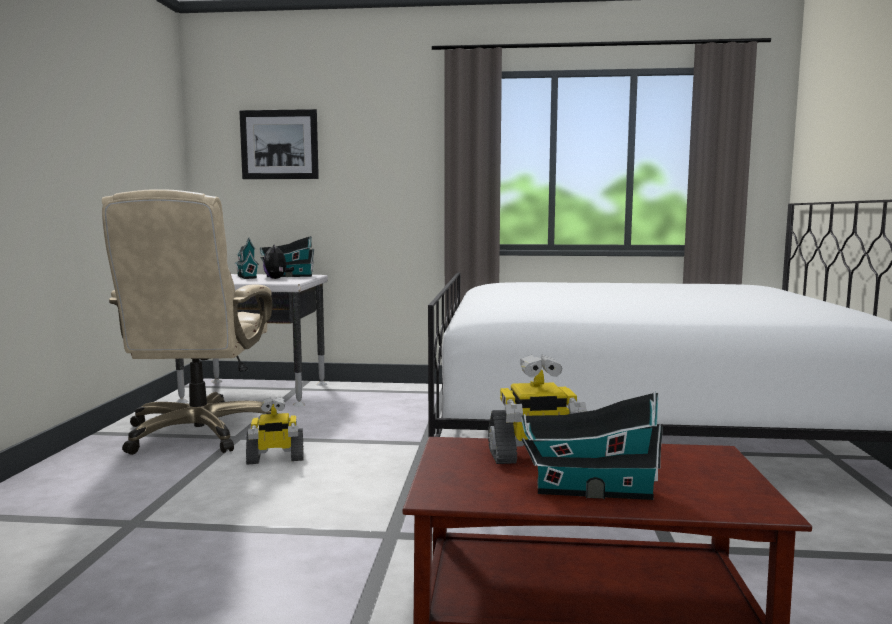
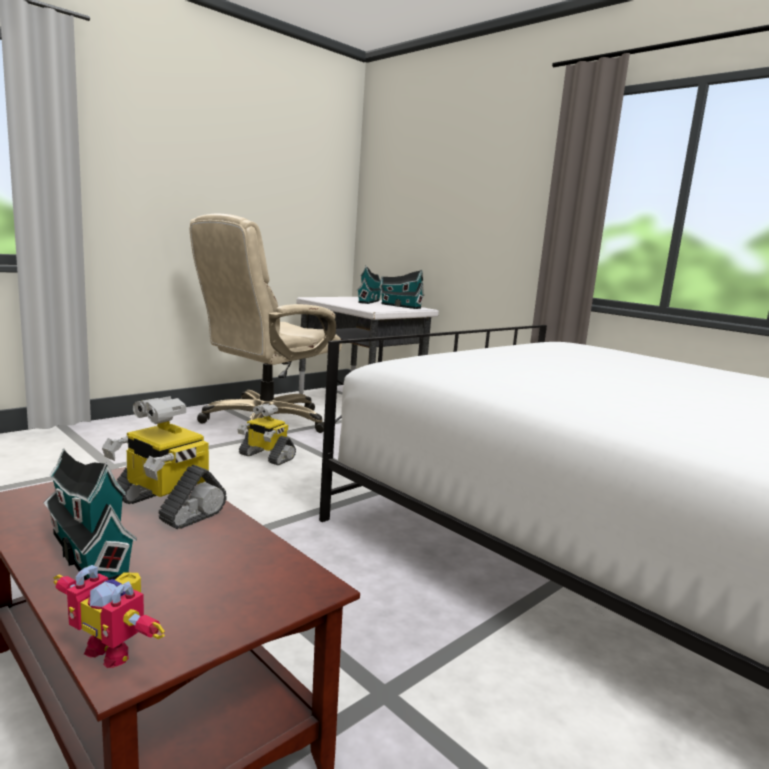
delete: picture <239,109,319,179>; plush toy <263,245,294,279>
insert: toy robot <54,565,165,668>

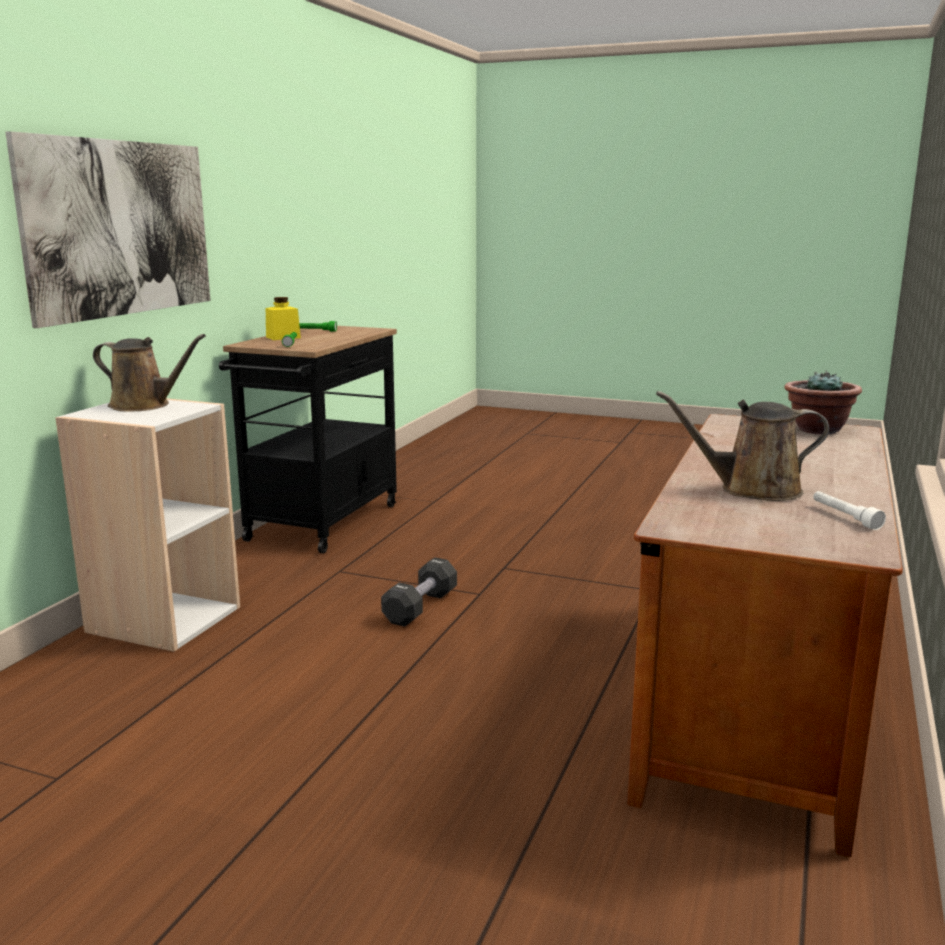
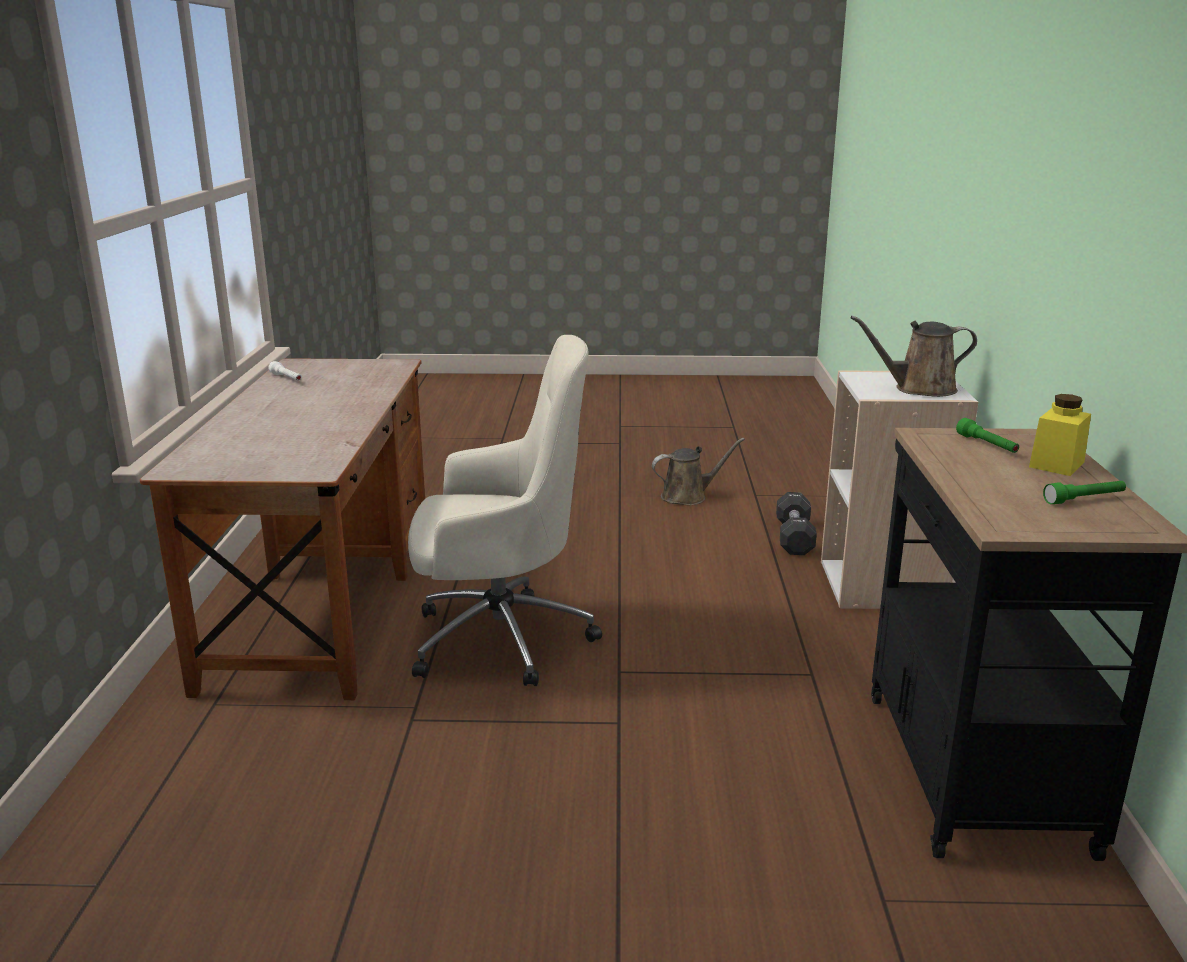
delete: picture <5,131,211,328>; potted plant <784,370,862,434>
insert: office chair (beige) <408,335,602,686>
move: dumbbell (black) <381,557,457,627> to <776,492,817,555>; watering can (brown) <656,391,829,501> to <652,438,745,505>

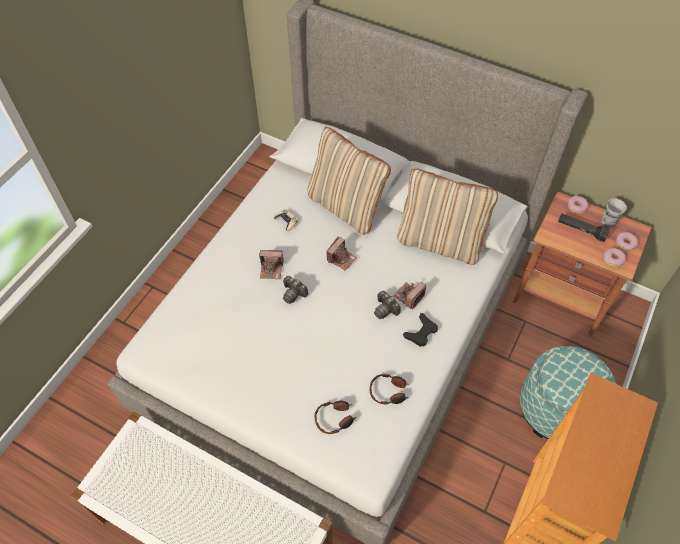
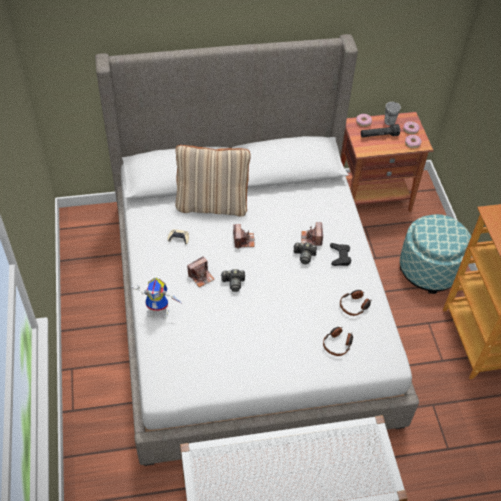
delete: pillow (beige) <397,169,498,265>
insert: toy robot <131,278,183,319>

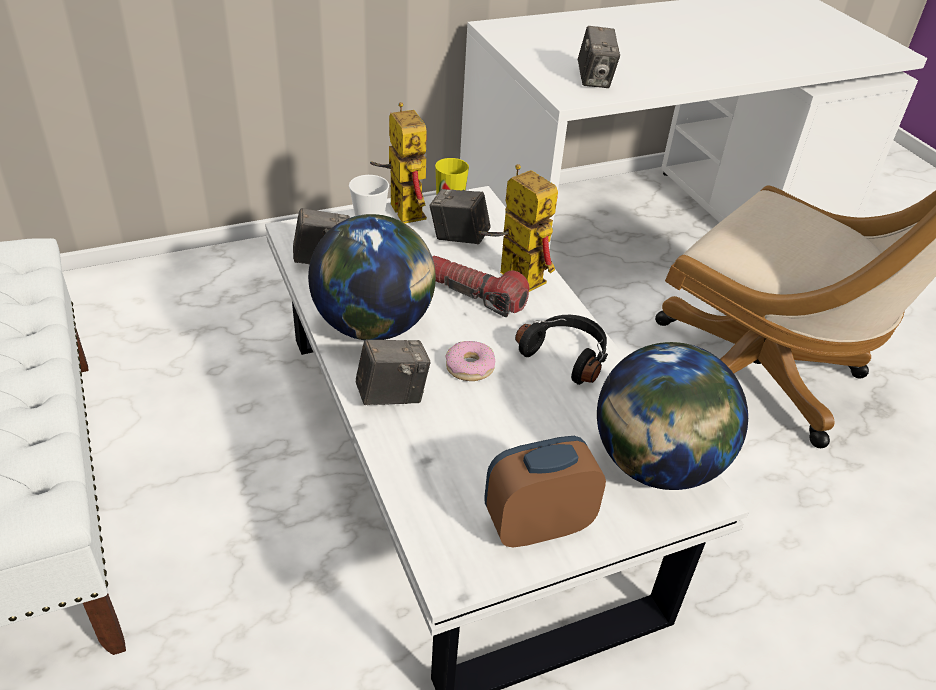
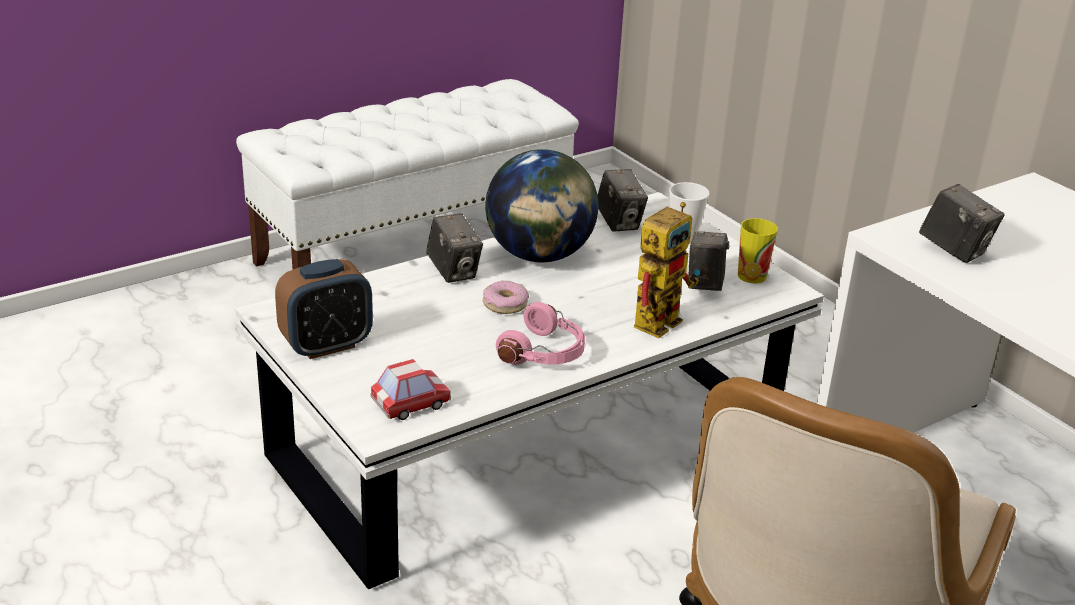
delete: toy robot <370,102,427,223>; flashlight <432,256,529,317>
replace: globe <597,342,748,490> to toy car <371,359,451,420>
recolor: headphones (black) <515,315,608,385> to headphones (pink) <496,302,585,365>
rotate: alarm clock <484,436,606,548> = <275,259,373,359> 90 degrees clockwise; photo camera <578,26,620,88> = <919,184,1005,263> 120 degrees counterclockwise

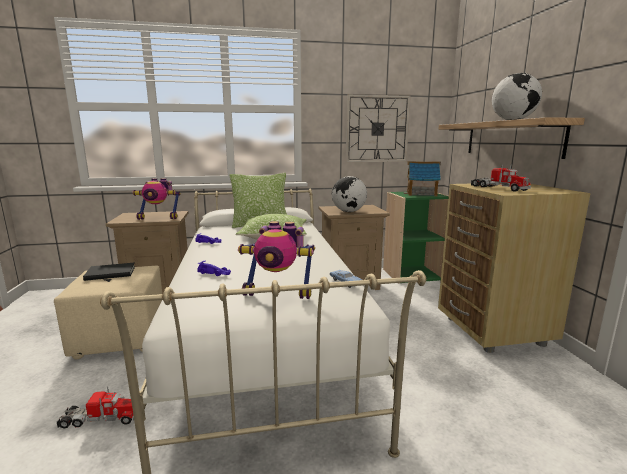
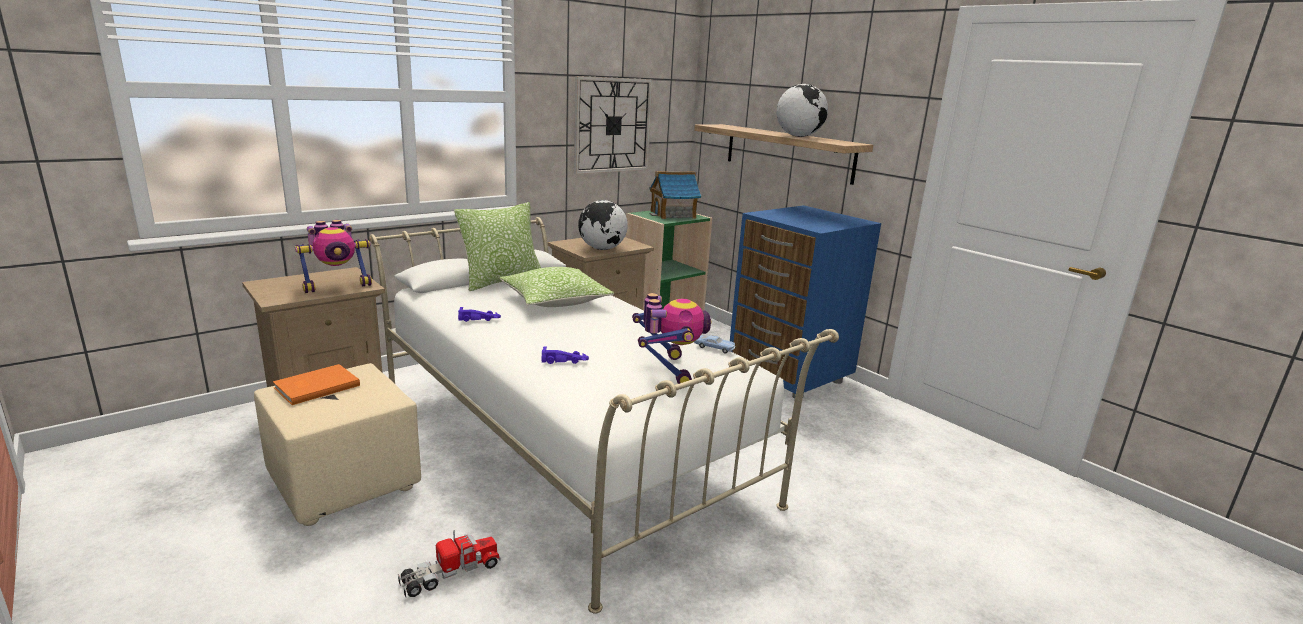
delete: toy truck <471,165,531,192>
recolor: book (black) <83,262,135,281> to book (orange) <273,364,360,405>; dresser (brown) <438,184,591,353> to dresser (blue) <730,205,881,399>
rotate: toy robot <238,221,315,299> = <632,293,712,384> 75 degrees counterclockwise

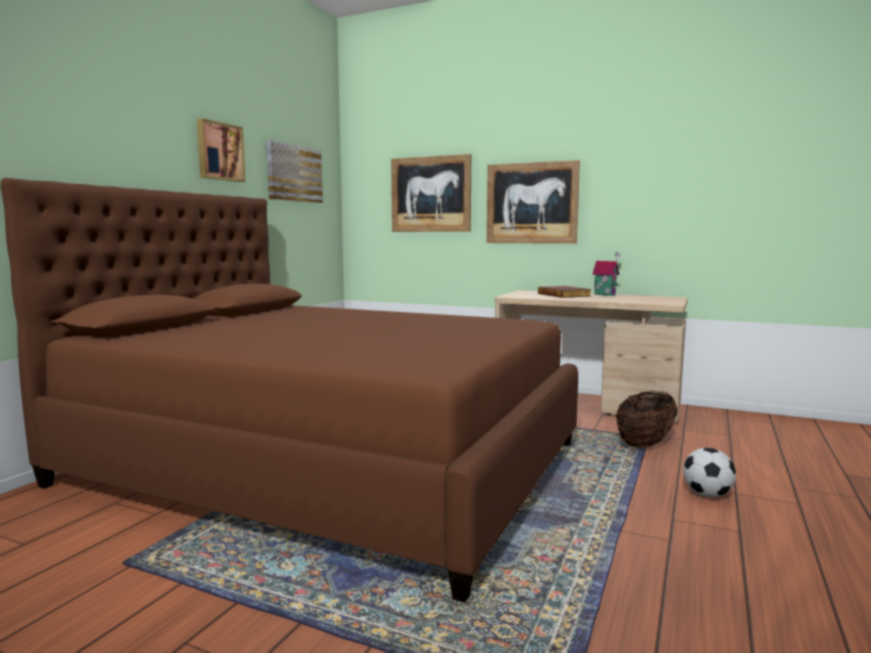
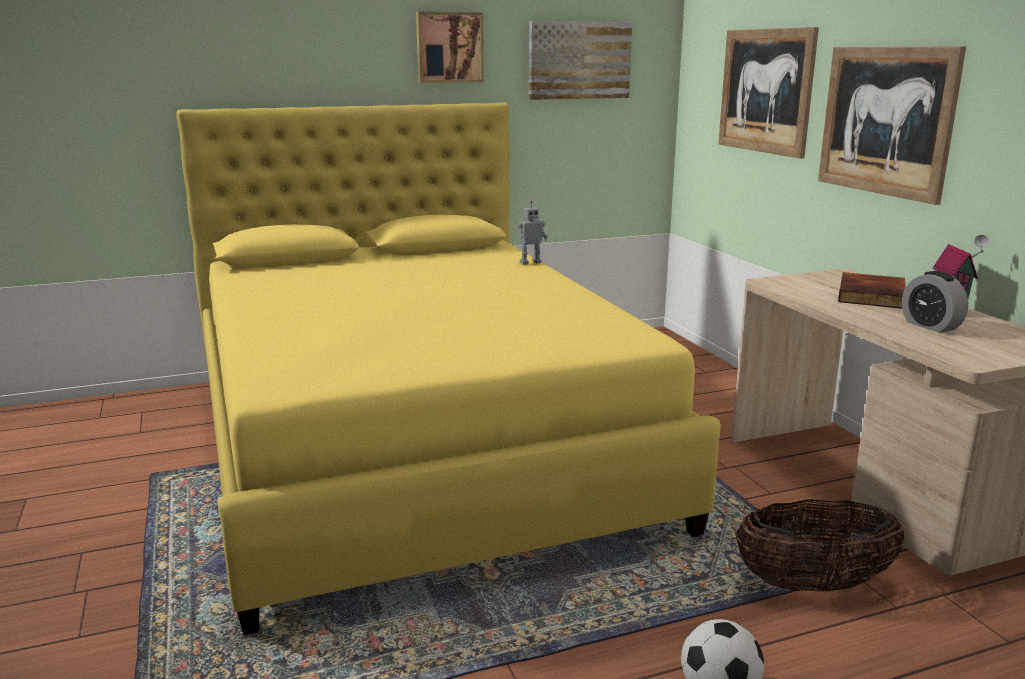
insert: toy robot <518,201,548,265>; alarm clock <902,271,968,333>
recolor: bed (brown) <1,178,578,603> to bed (yellow) <176,102,721,635>

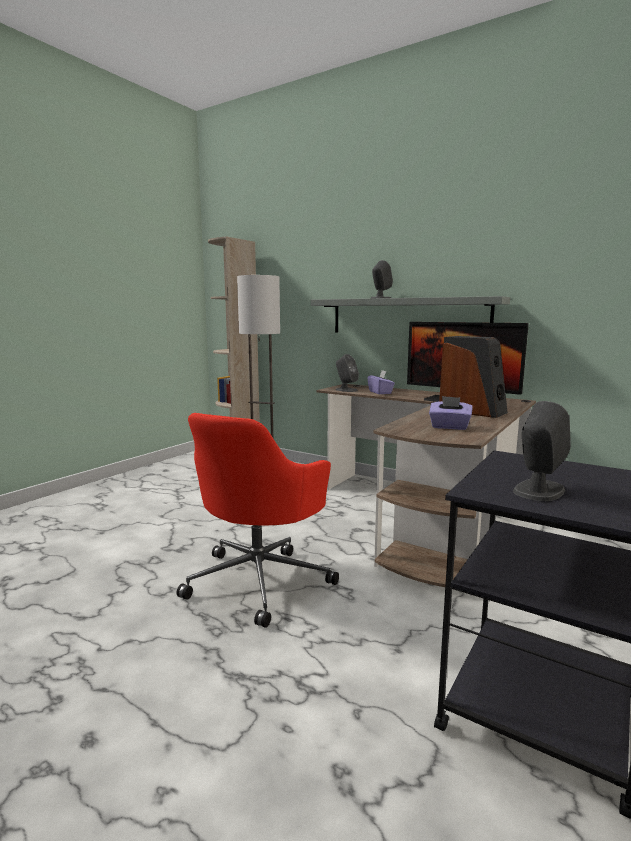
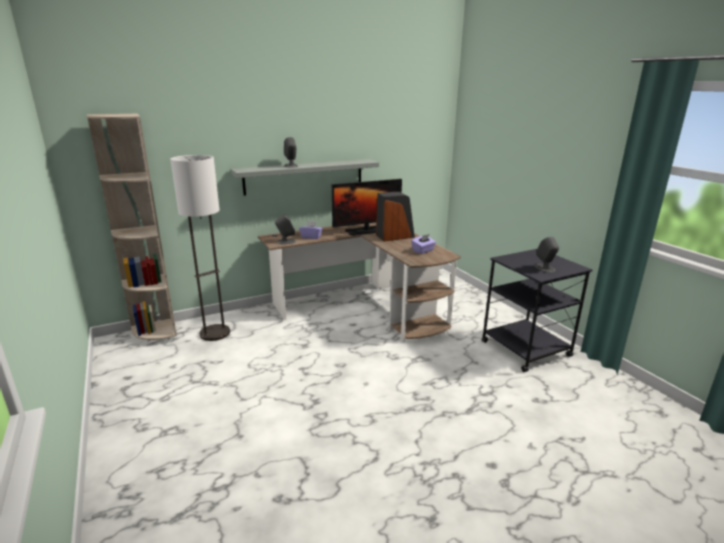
delete: office chair (red) <177,413,339,628>

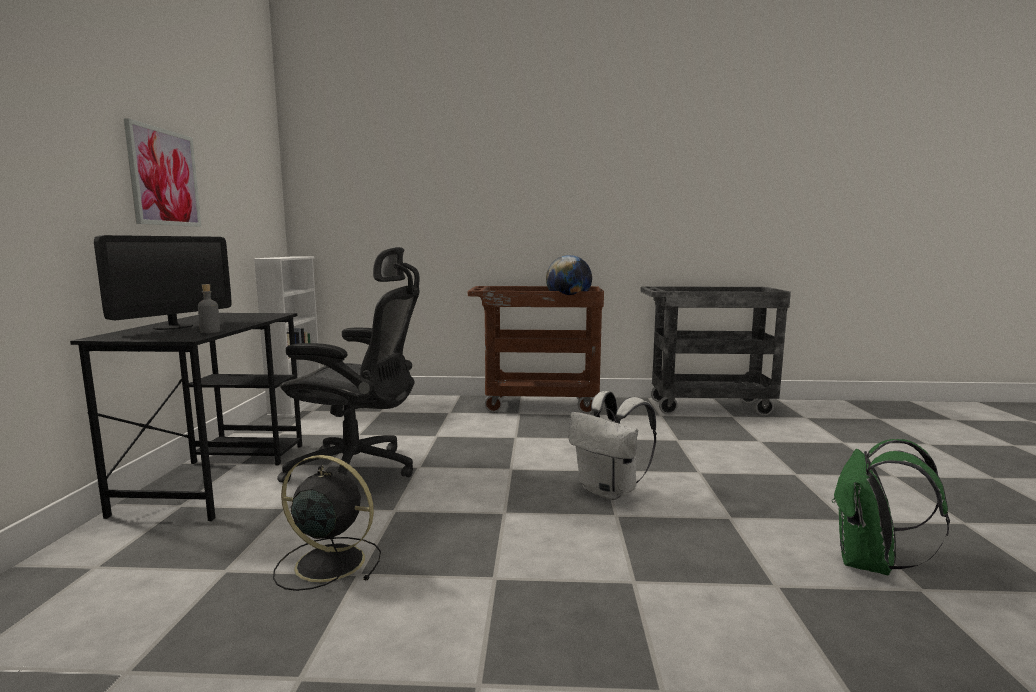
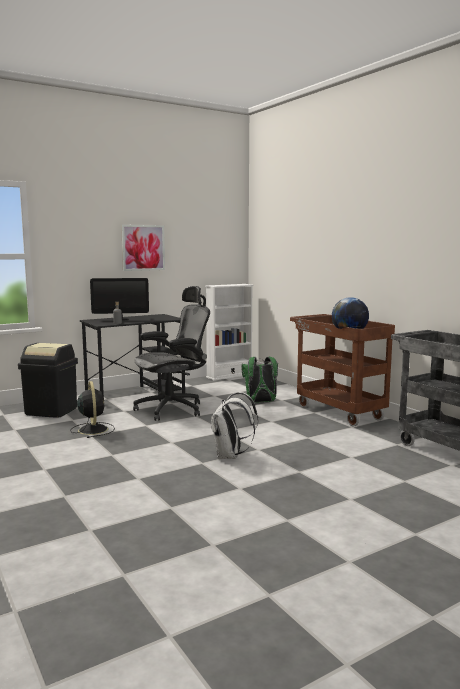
insert: trash can (black) <18,343,78,418>
move: backpack (green) <832,439,950,575> to <241,357,278,403>
rotate: office chair <277,247,420,482> = <133,286,210,421> 105 degrees counterclockwise

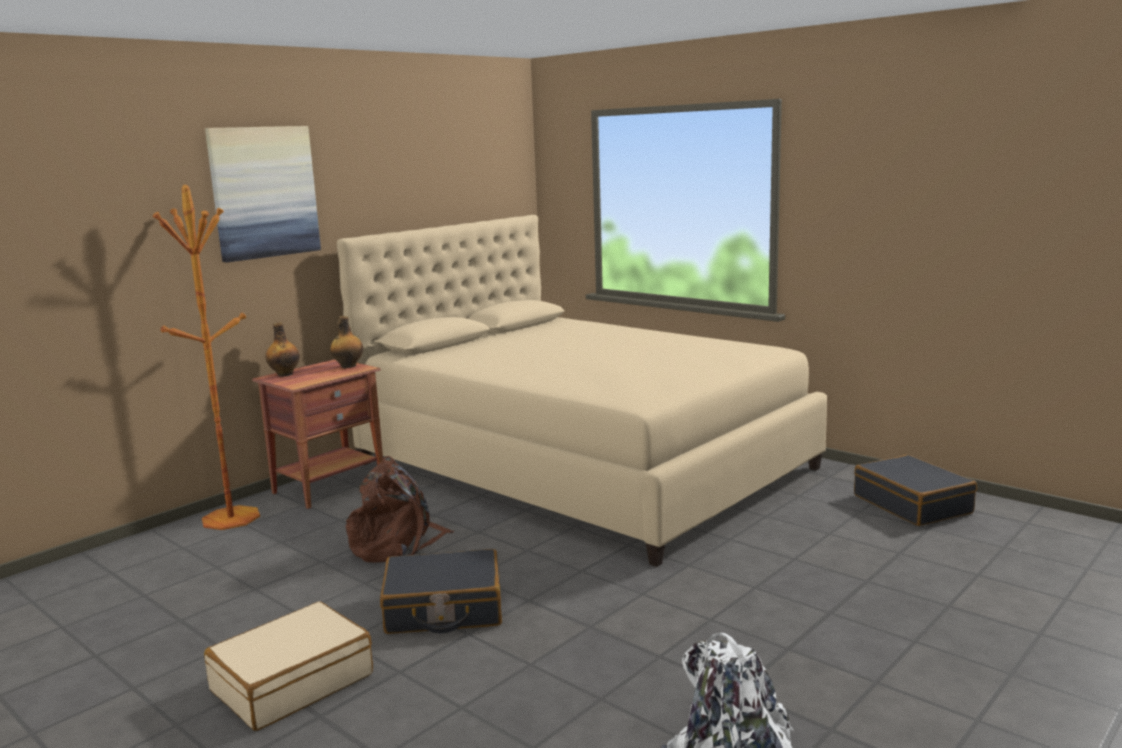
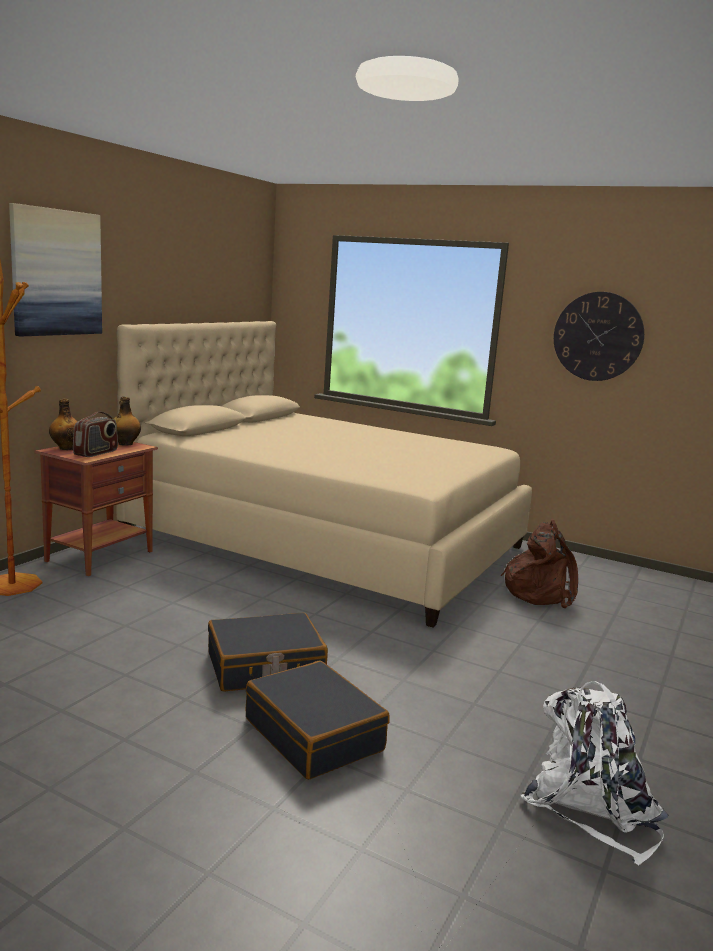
delete: suitcase (beige) <204,601,373,731>
insert: radio <73,411,118,457>; wall clock <554,292,644,381>
move: backpack (brown) <346,456,455,562> to <501,519,578,608>; suitcase (black) <854,455,977,526> to <246,661,390,779>

